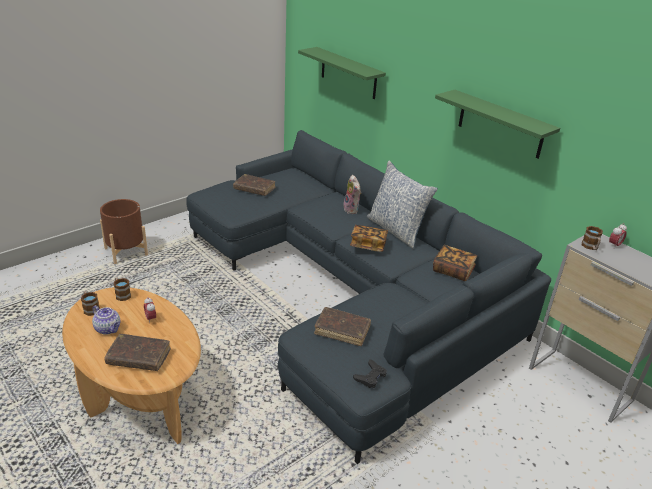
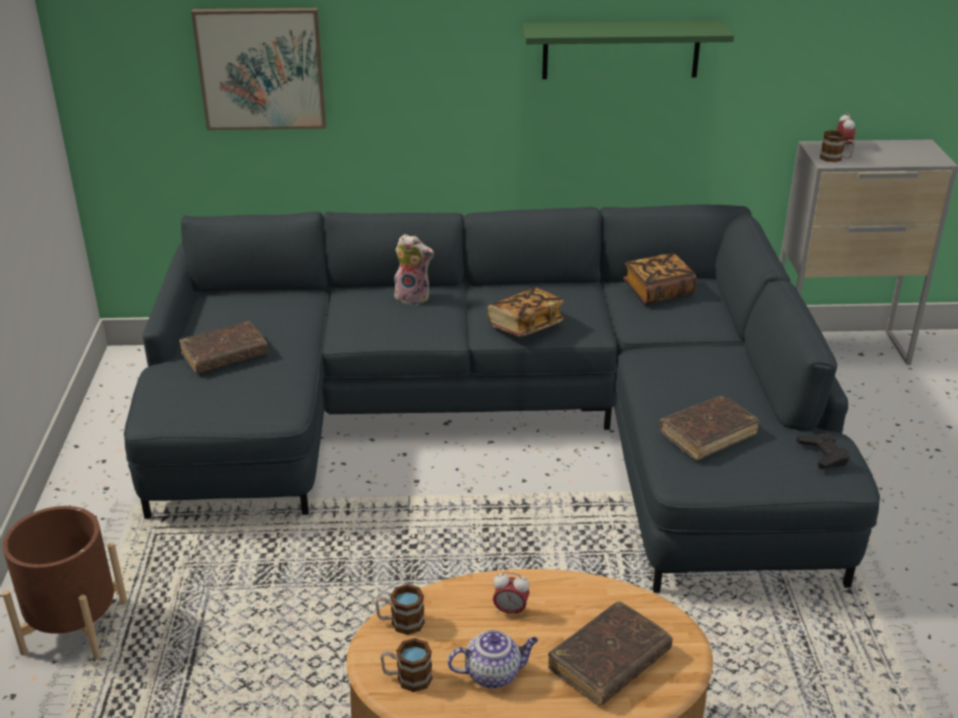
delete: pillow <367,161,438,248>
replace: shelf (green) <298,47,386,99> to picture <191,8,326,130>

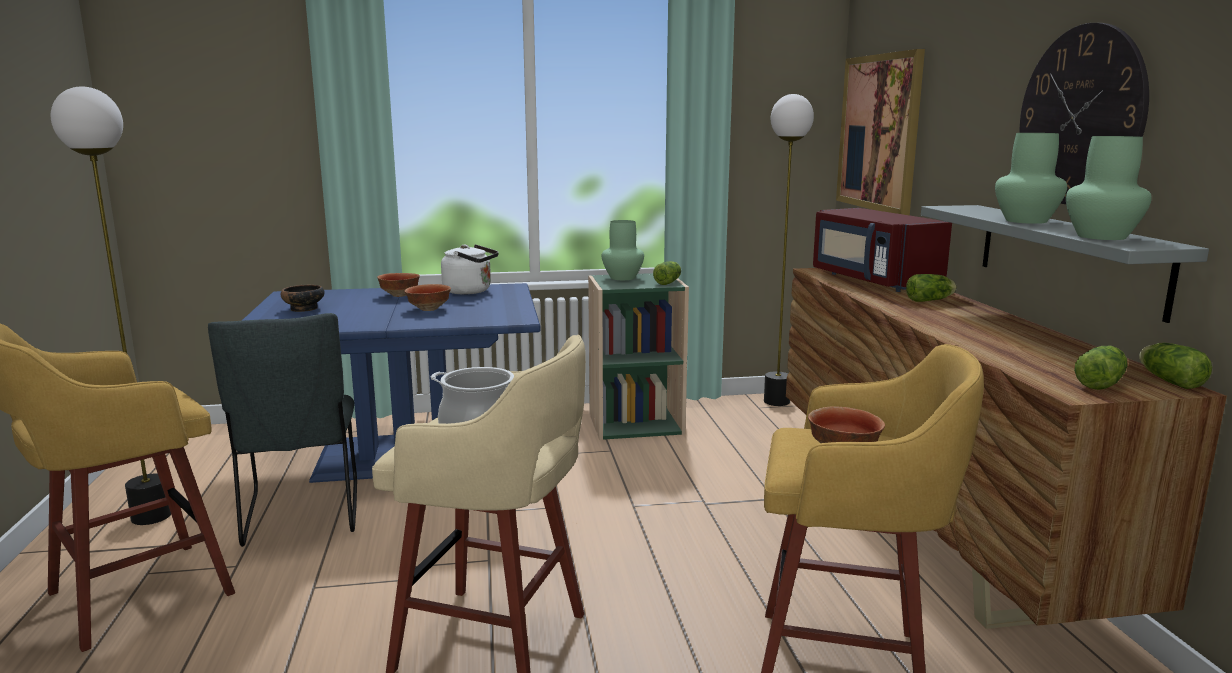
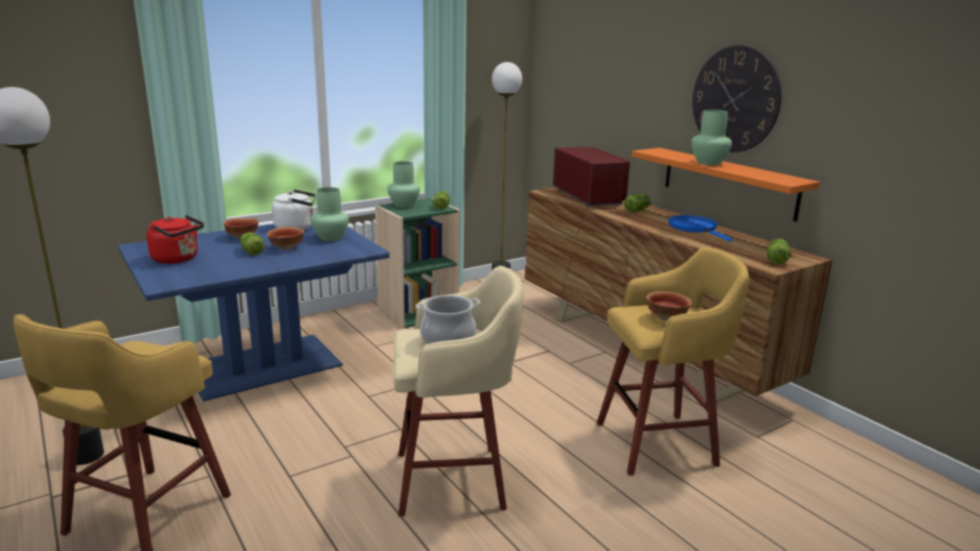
delete: chair (grey) <208,313,357,547>; picture <836,49,925,216>
insert: frying pan (blue) <668,215,732,241>
move: vase (green) <1066,136,1152,240> to <311,187,349,241>; lettuce <1139,343,1212,389> to <240,232,264,256>
replace: bowl <280,285,325,312> to kettle (red) <146,215,204,264>
recolor: shelf (grey) <921,205,1209,323> to shelf (orange) <631,148,820,222>
rotate: microwave (red) <813,208,952,292> = <553,147,630,206> 150 degrees counterclockwise

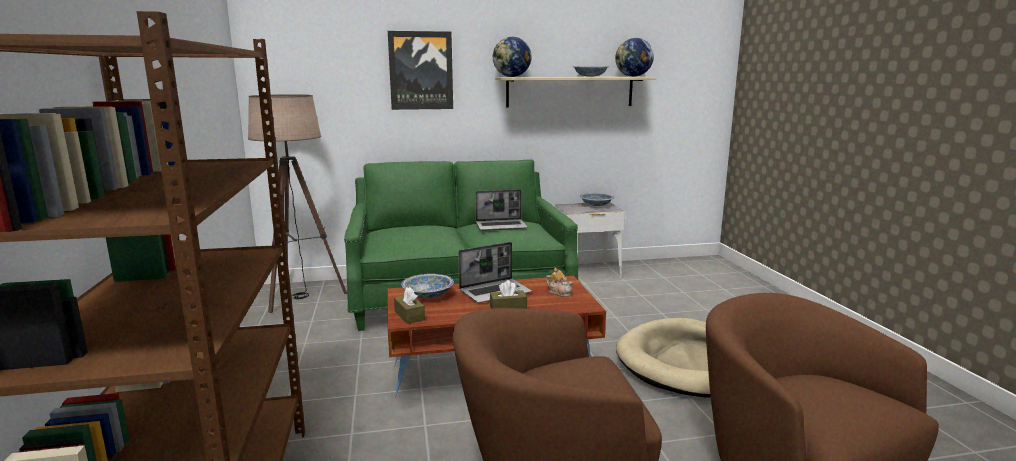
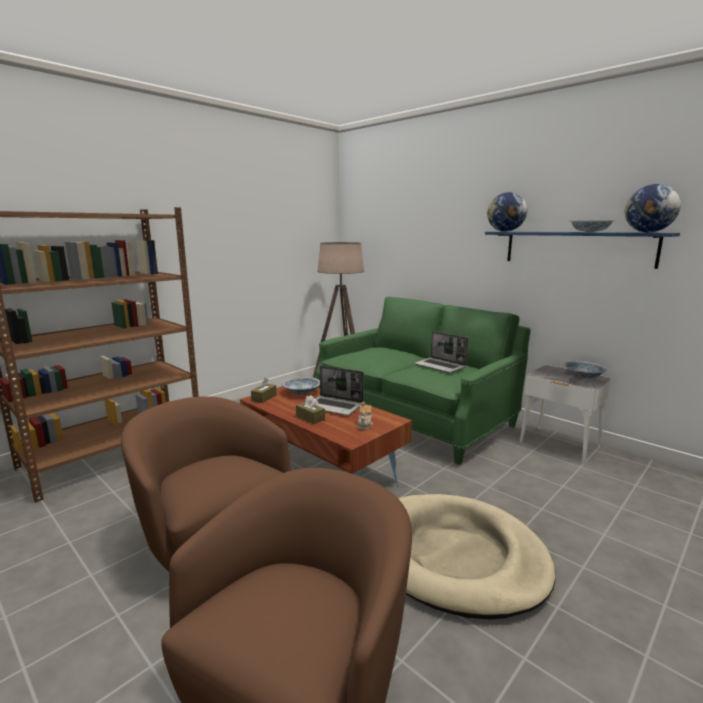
delete: picture <388,31,453,110>
recolor: shelf (beige) <495,77,656,107> to shelf (blue) <485,232,680,269>

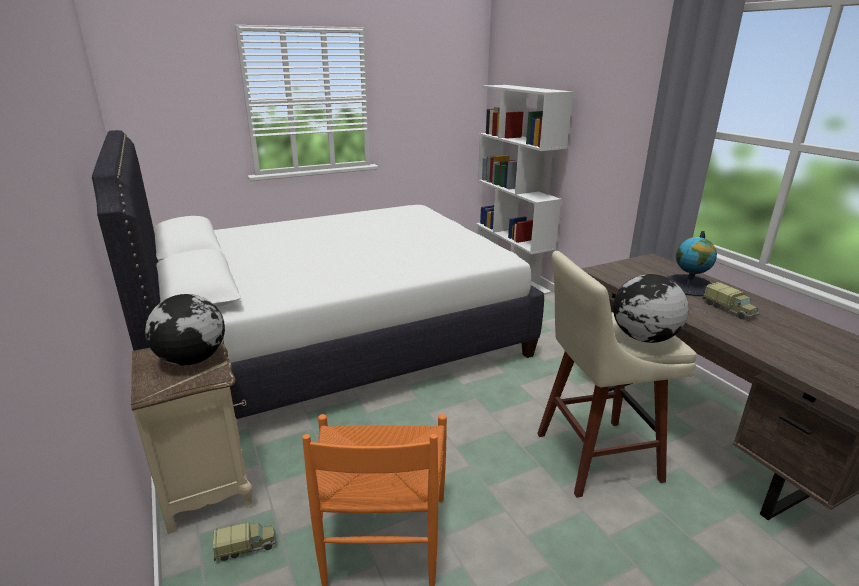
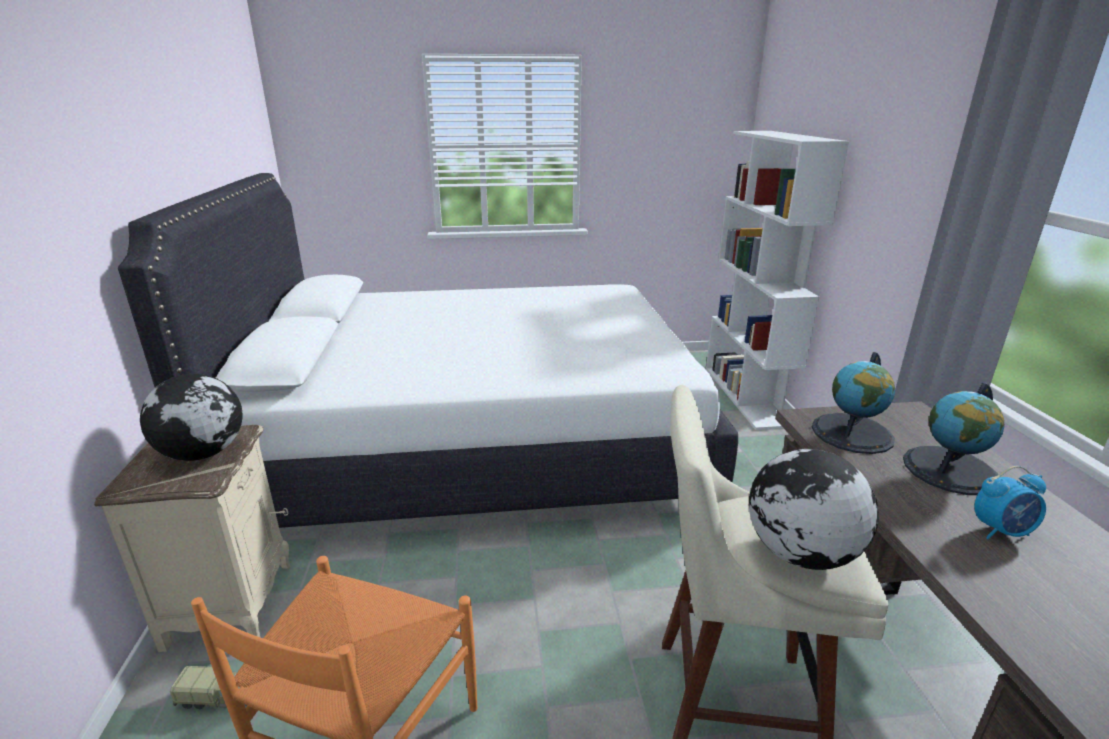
insert: globe <812,352,895,454>
replace: toy truck <702,282,759,319> to alarm clock <974,466,1046,539>

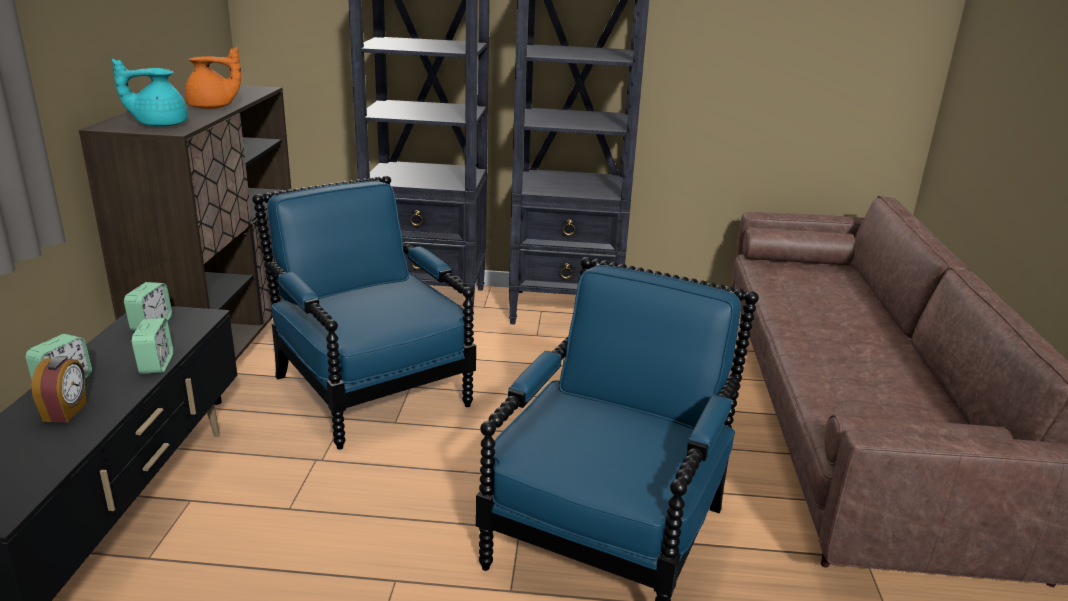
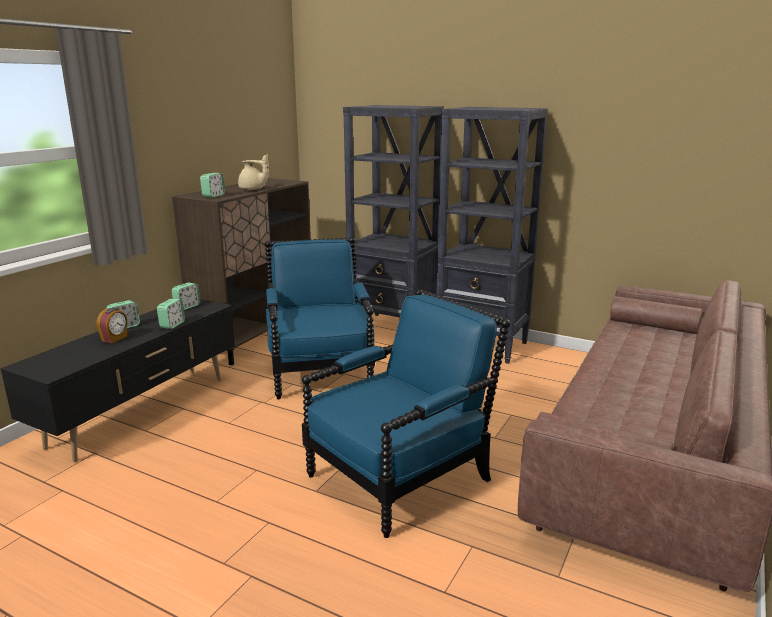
replace: teapot (turquoise) <112,59,188,127> to alarm clock <200,173,225,198>
recolor: teapot (orange) <185,47,241,109> to teapot (beige) <238,154,269,190>

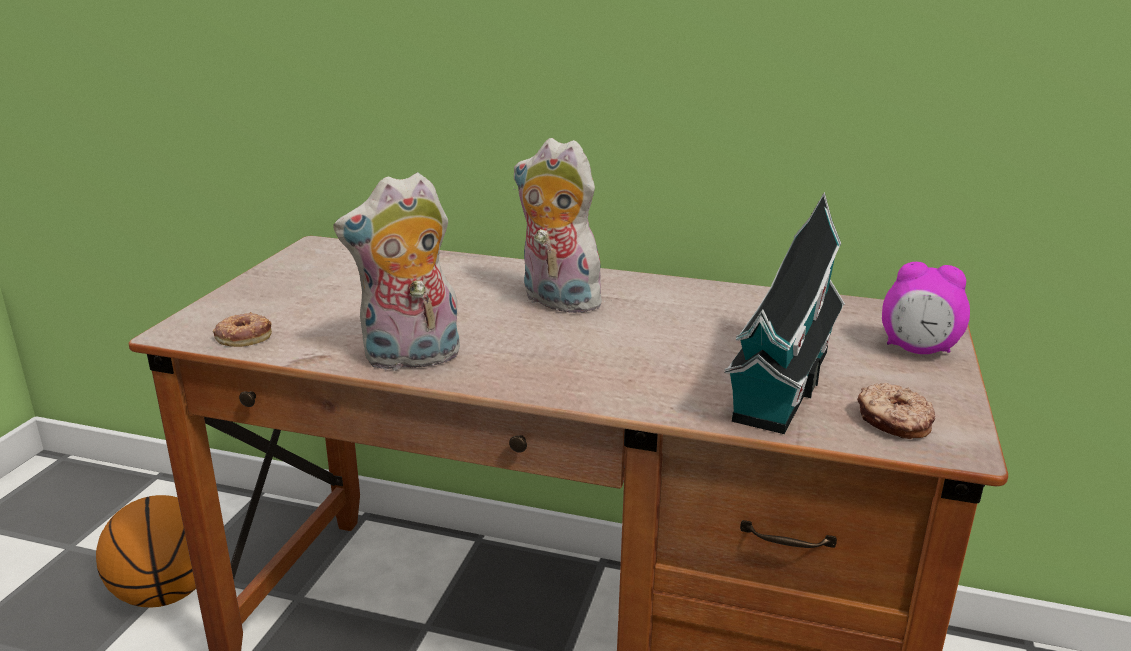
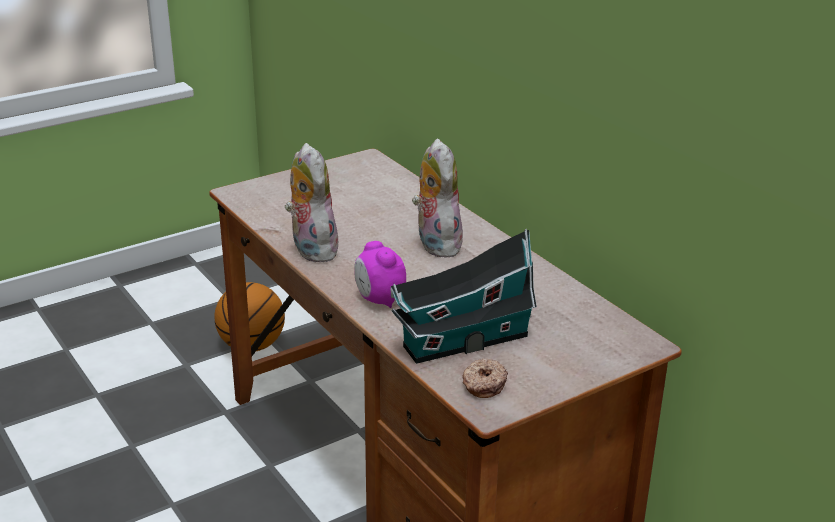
delete: donut <213,312,272,347>
move: alarm clock <882,262,970,354> to <354,241,406,308>
rotate: plush toy <333,172,460,371> = <285,143,338,262> 45 degrees clockwise

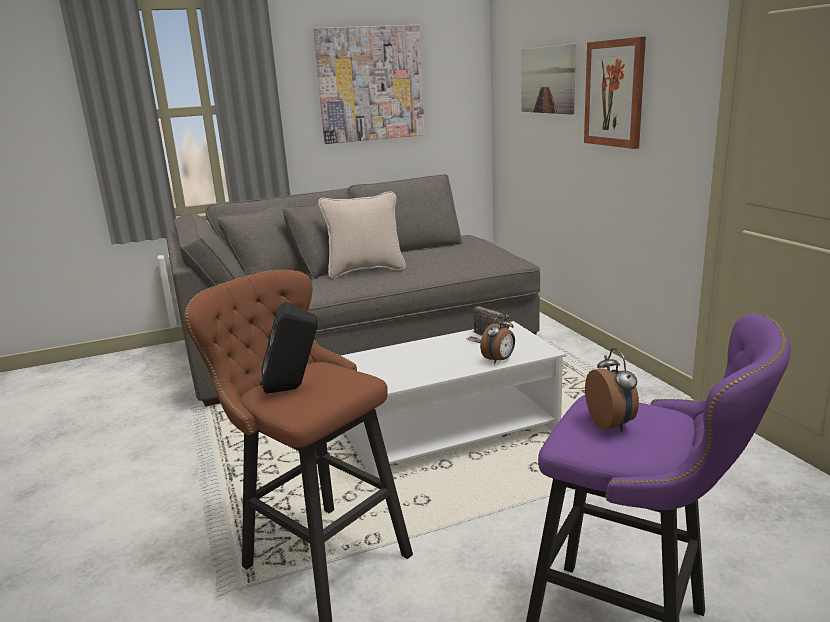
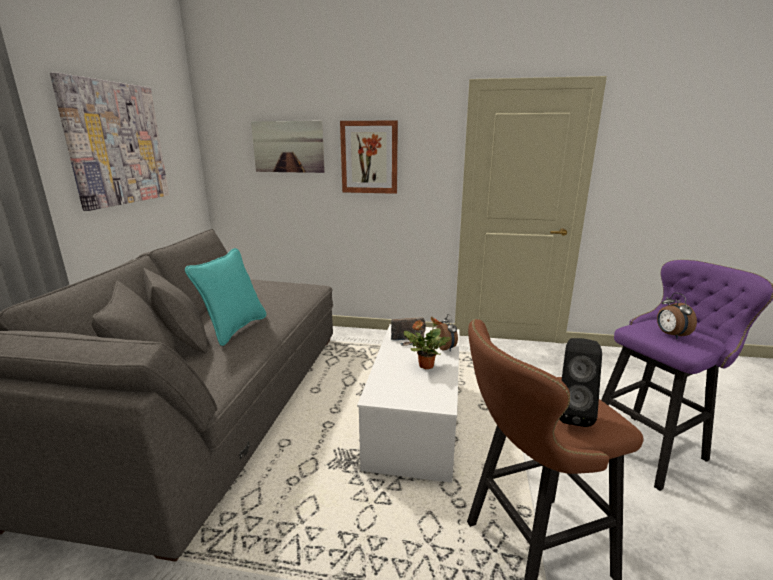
insert: potted plant <404,317,451,369>
recolor: pillow (beige) <318,191,406,278> to pillow (turquoise) <185,248,266,346>
rotate: alarm clock <585,348,639,432> = <657,293,697,339> 120 degrees counterclockwise

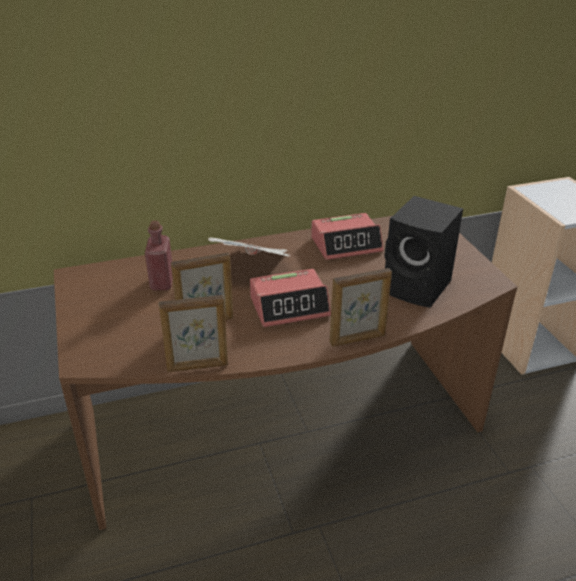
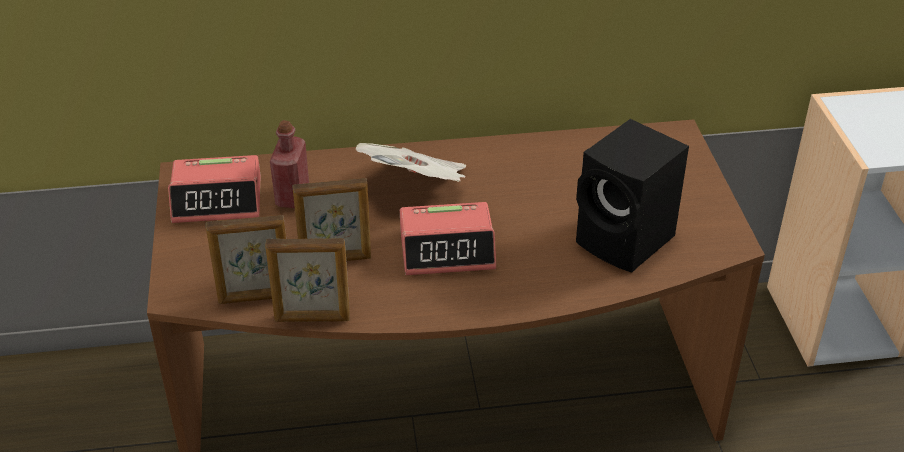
move: alarm clock <311,213,383,260> to <168,155,261,223>; picture frame <330,268,392,347> to <206,215,286,304>

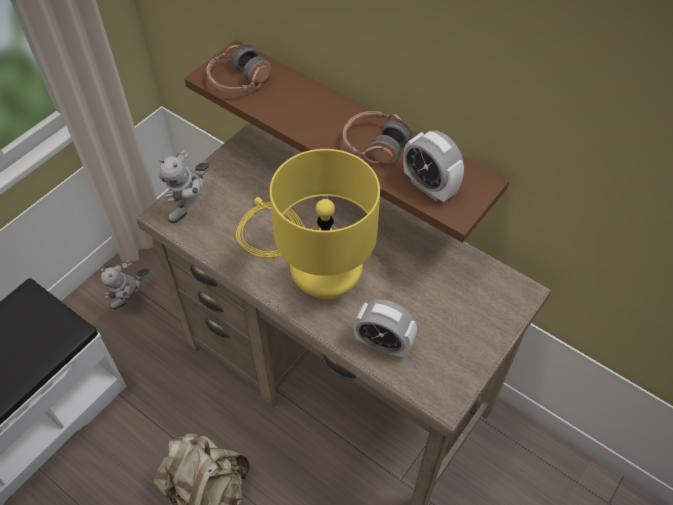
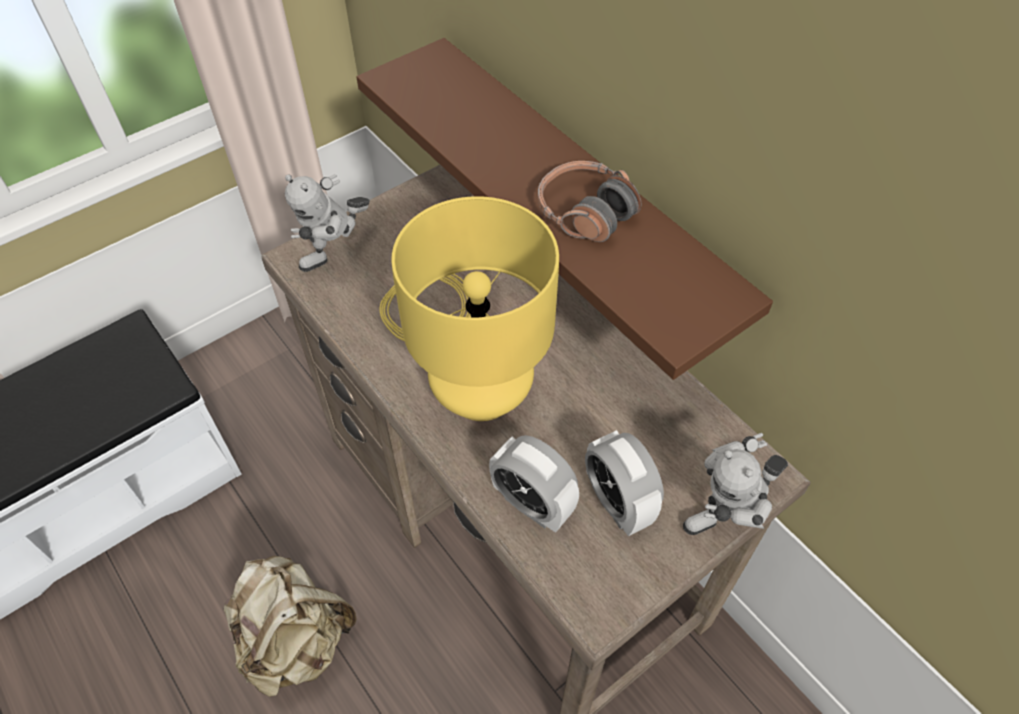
delete: headphones <206,44,272,93>
move: toy robot <101,260,149,310> to <683,433,788,535>; alarm clock <403,131,464,202> to <585,430,664,536>

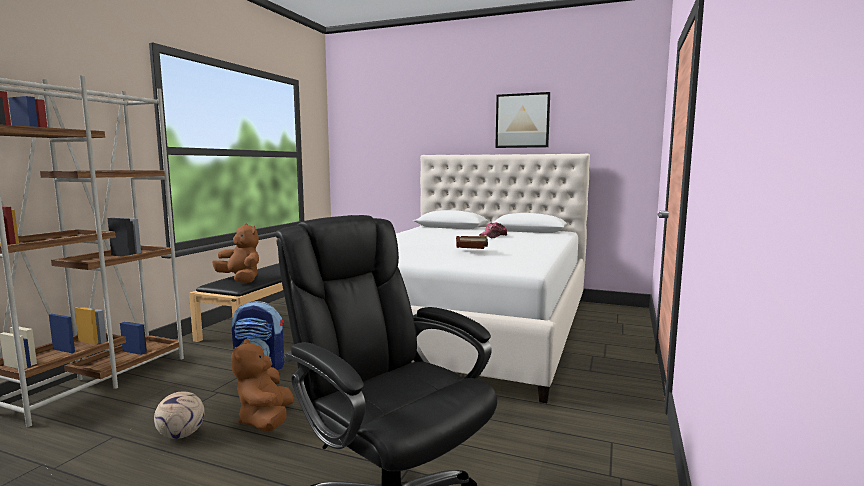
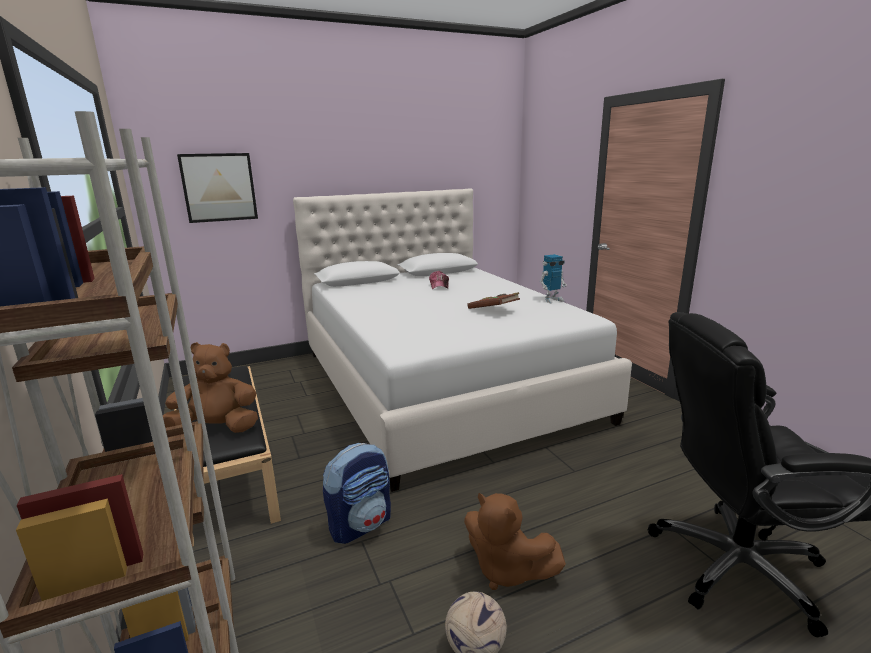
insert: toy robot <540,254,567,304>
move: picture <495,92,550,148> to <177,153,258,223>

